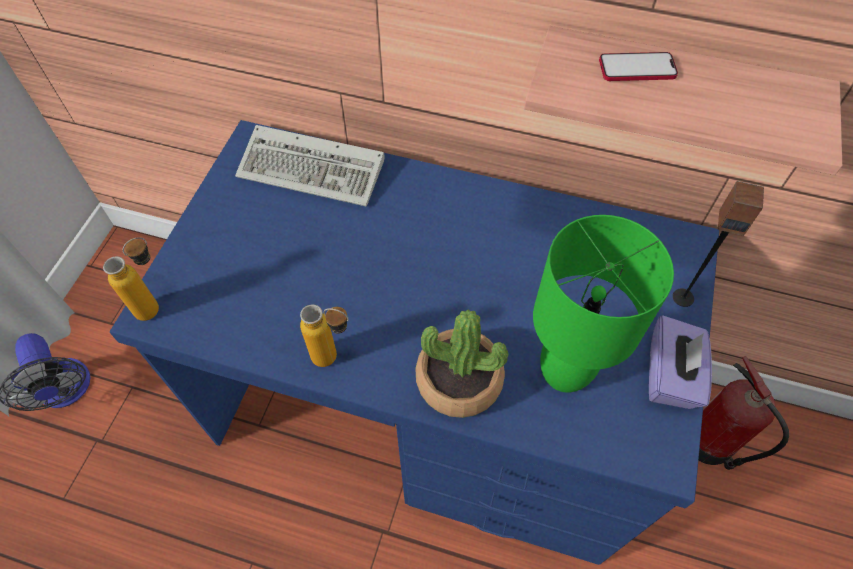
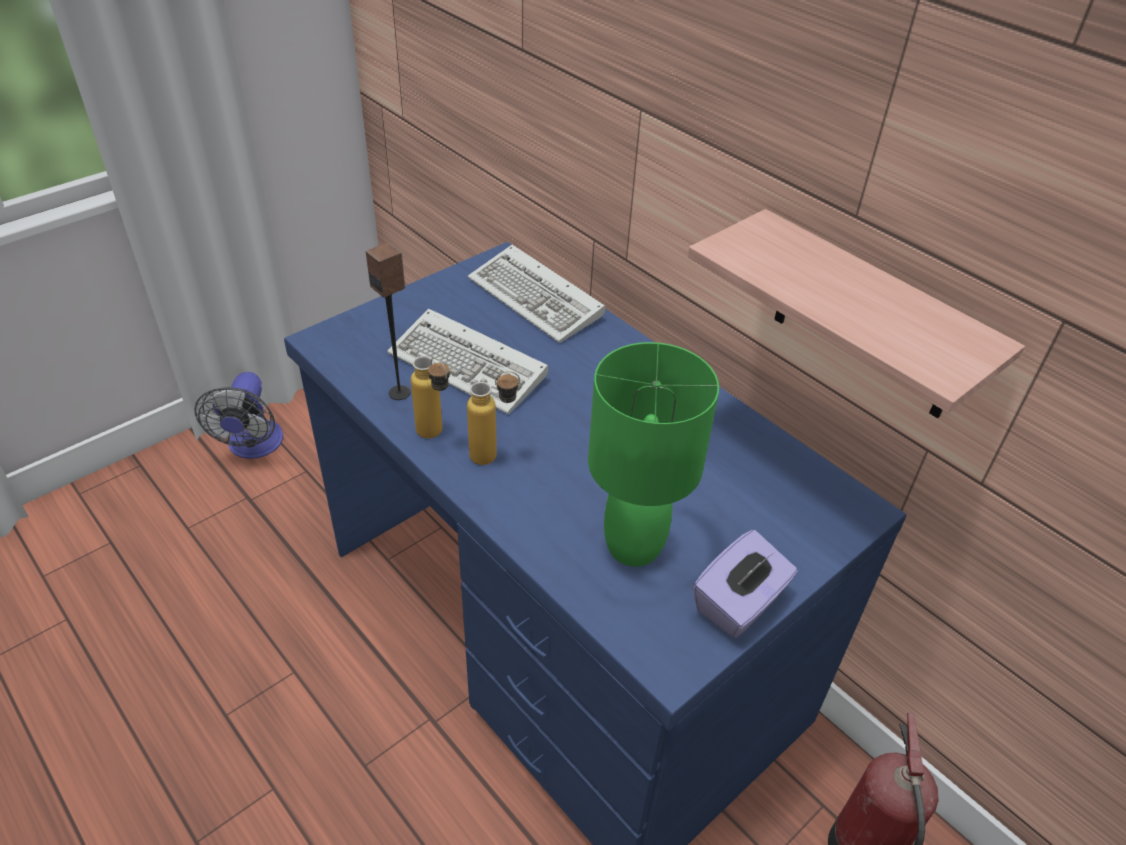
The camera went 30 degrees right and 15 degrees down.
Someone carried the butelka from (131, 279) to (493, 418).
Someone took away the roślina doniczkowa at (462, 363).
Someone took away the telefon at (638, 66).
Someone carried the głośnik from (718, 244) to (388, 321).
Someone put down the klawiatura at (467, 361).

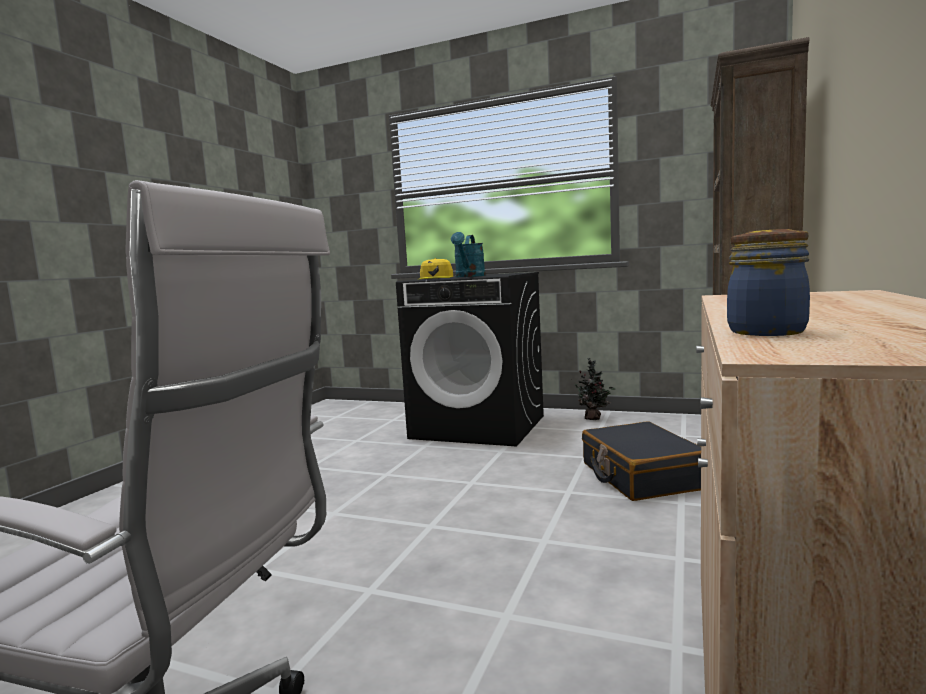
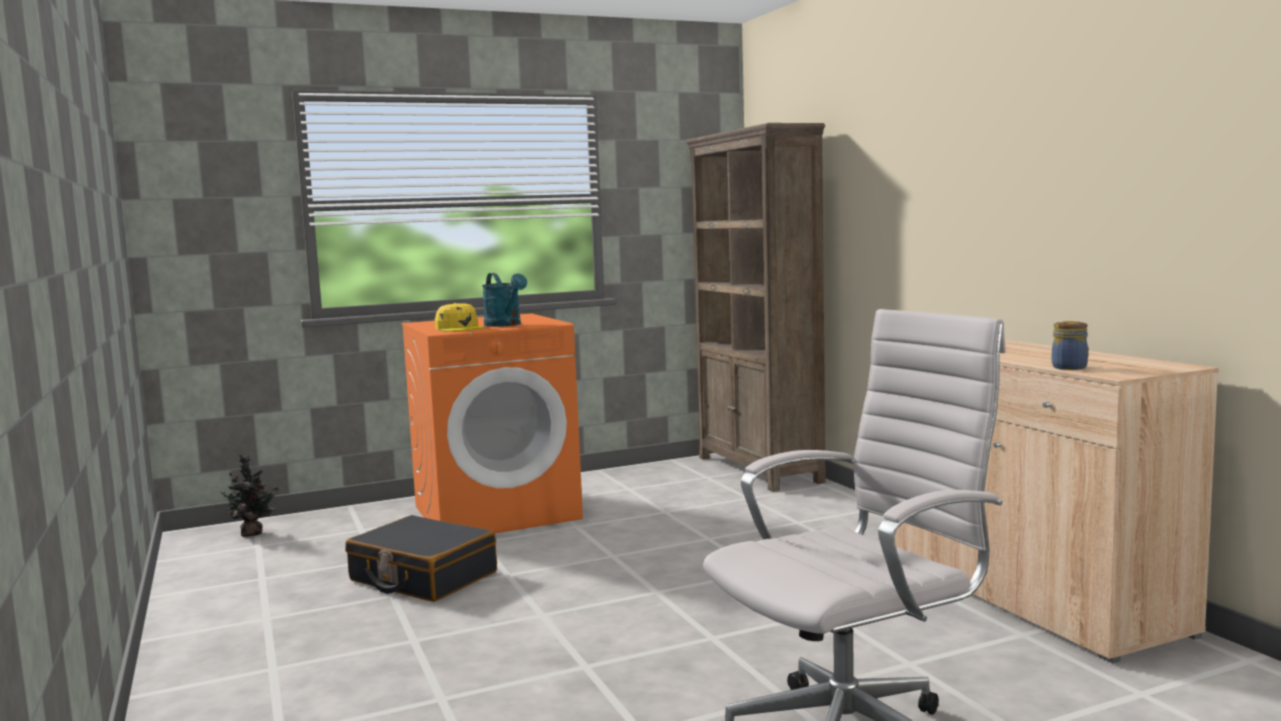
The camera went 45 degrees left and 0 degrees up.
Someone repainted the pralka/czarny at (470, 359), which became the pralka/pomarańczowy at (492, 423).
Someone carried the roślina doniczkowa from (593, 389) to (249, 495).
Someone carried the walizka/czarny from (641, 461) to (421, 558).

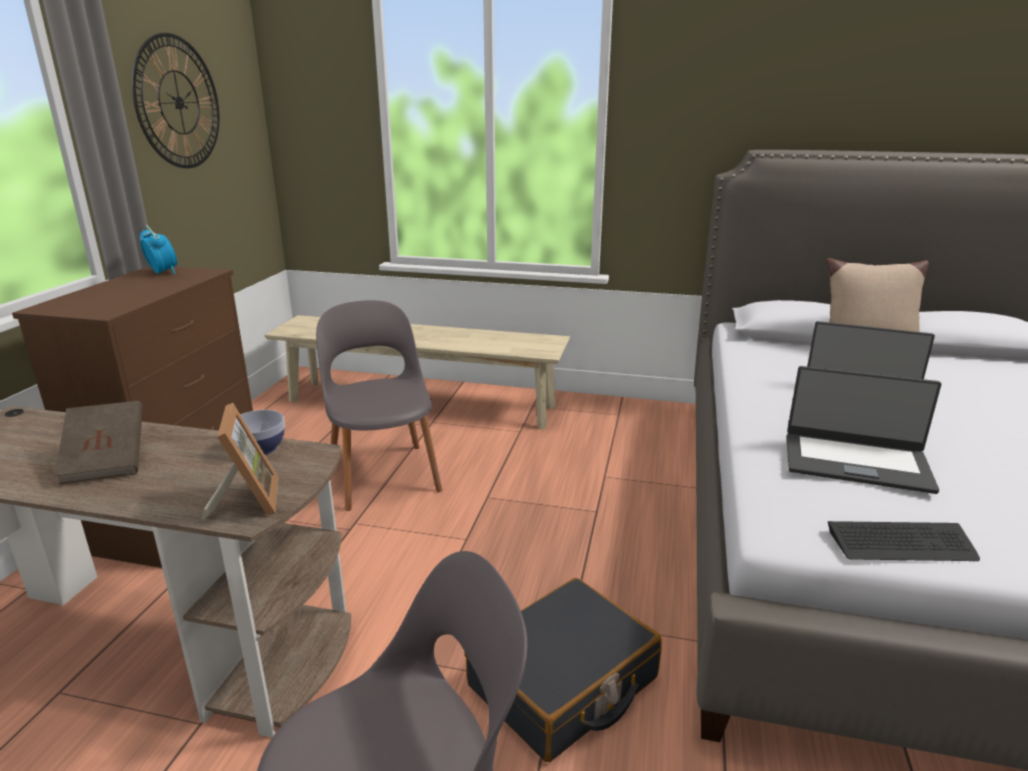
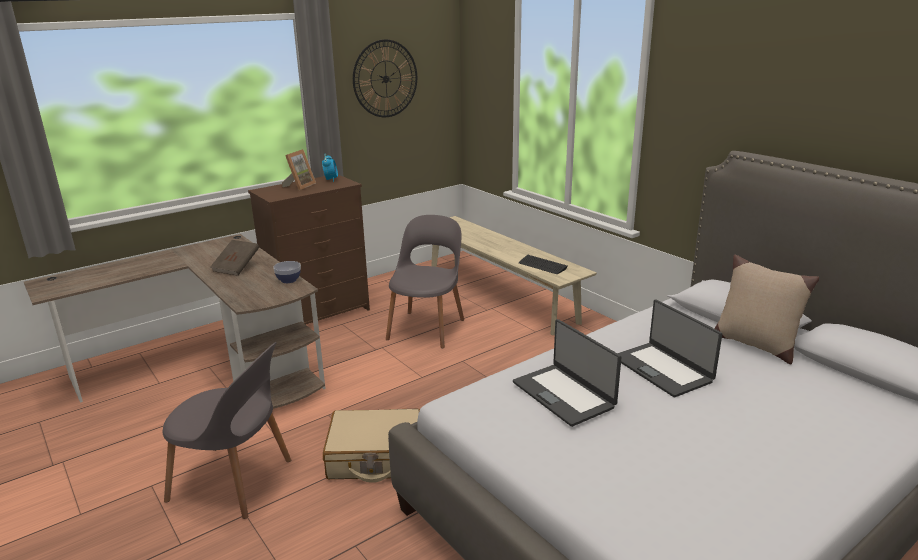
The camera went 40 degrees right and 0 degrees up.
Someone carried the ramka na zdjęcie from (240, 461) to (299, 169).
Someone repainted the walizka/czarny at (563, 670), which became the walizka/beżowy at (371, 446).
Someone carried the klawiatura from (904, 541) to (543, 264).

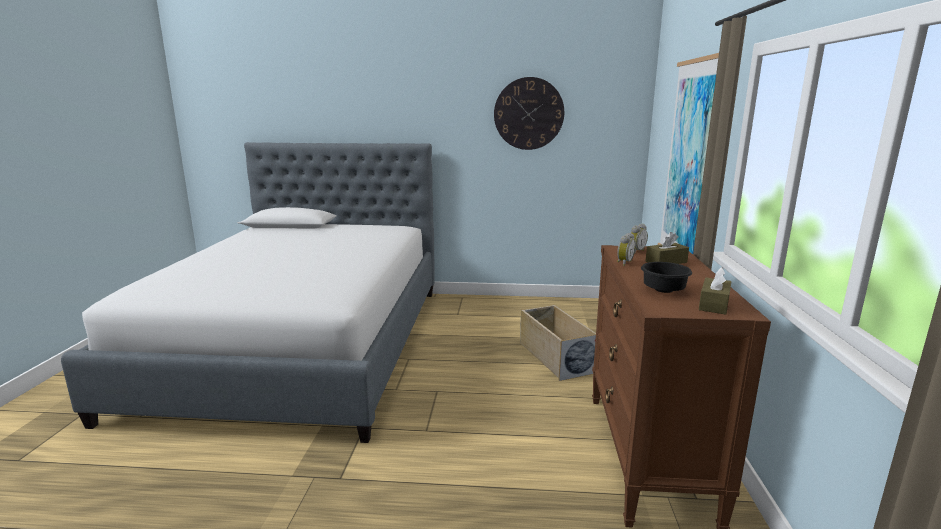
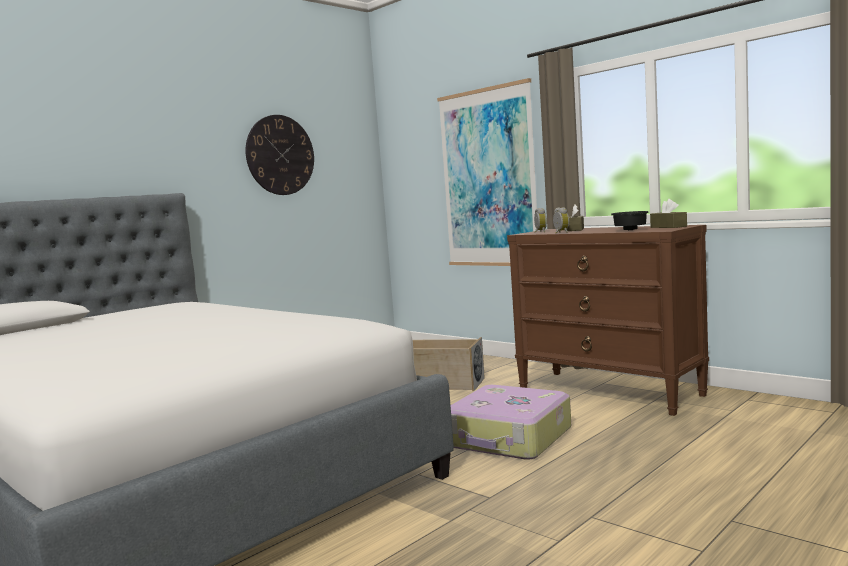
The camera went 50 degrees left and 10 degrees down.
Someone put down the walizka at (511, 422).

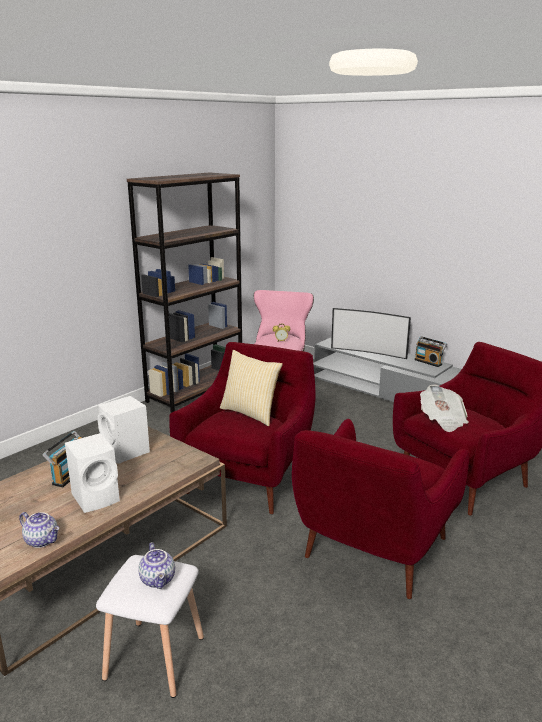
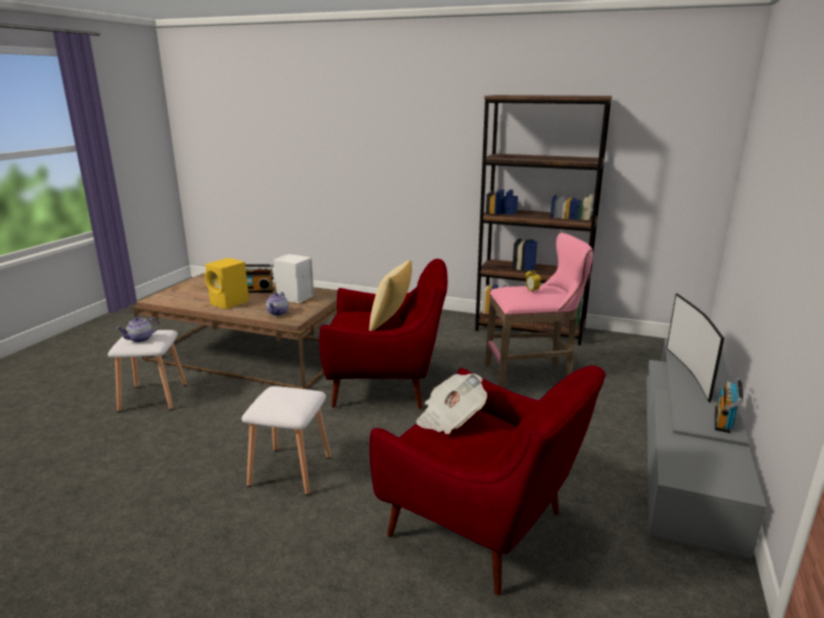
The camera went 70 degrees right and 0 degrees up.
Someone carried the imbryk from (39, 530) to (277, 304).
Someone repainted the głośnik/biały at (92, 473), which became the głośnik/żółty at (227, 283).
Someone swapped the fotel/czerwony at (380, 509) for the stołek/biały at (286, 440).

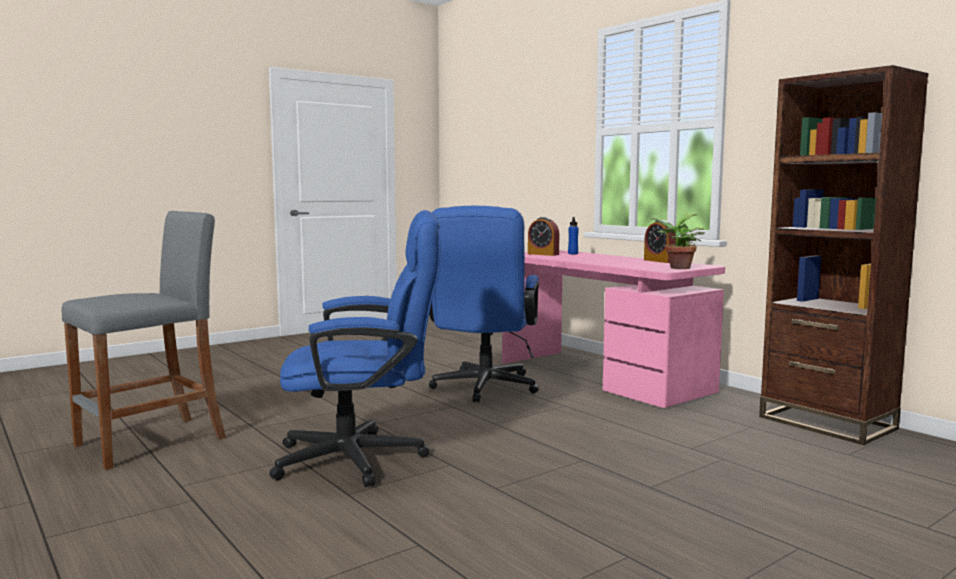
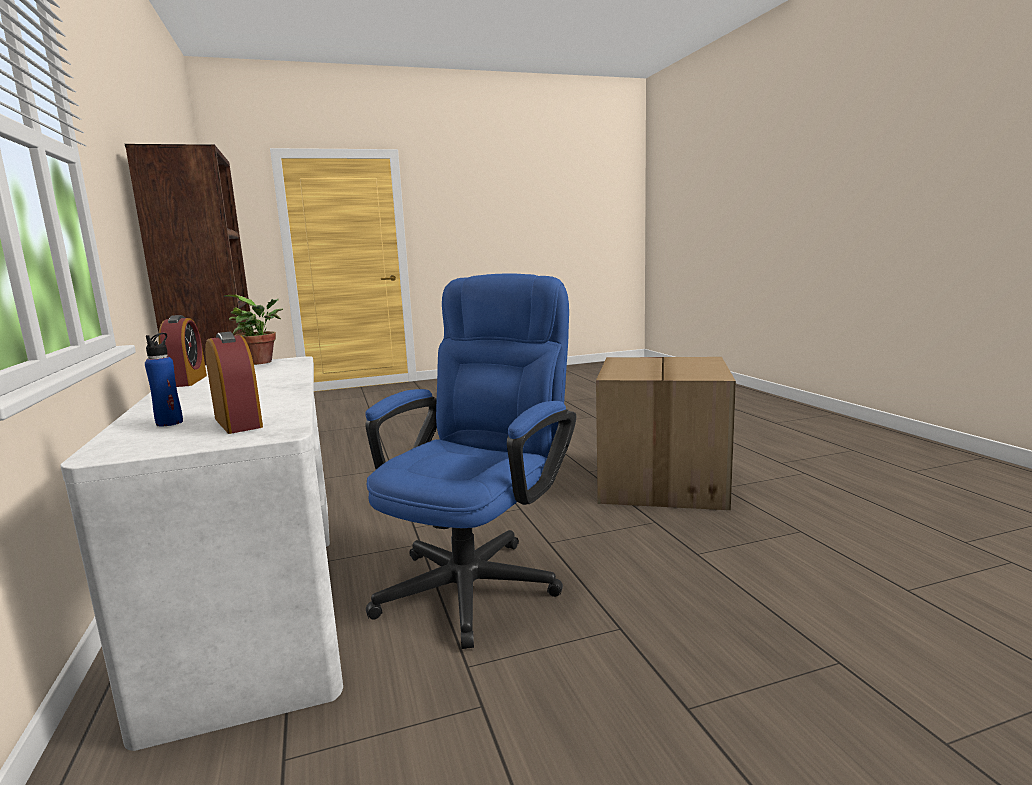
The camera went 160 degrees left and 5 degrees up.
Someone took away the stołek/szary at (143, 340).
Someone swapped the krzesło biurowe/niebieski at (355, 348) for the karton at (666, 433).
Someone repainted the biurko/różowy at (613, 329), which became the biurko/biały at (201, 553).

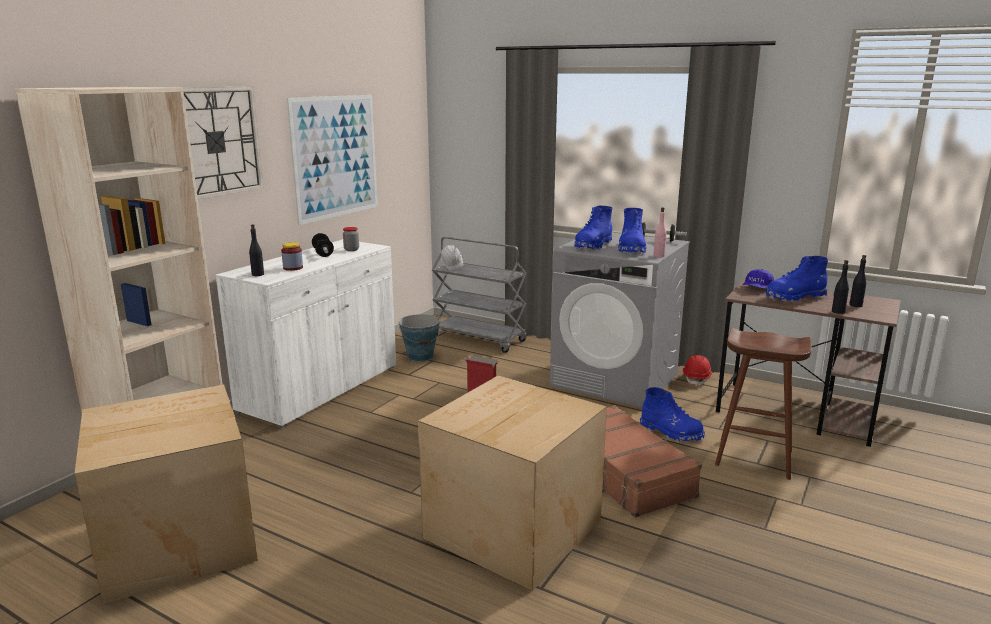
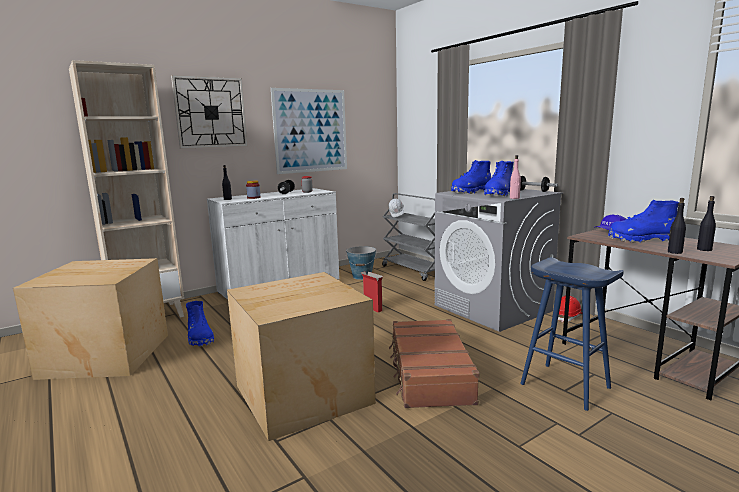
The camera went 25 degrees right and 5 degrees down.
Someone carried the but z cholewką/niebieski from (672, 414) to (200, 324).
Someone repainted the stołek/brązowy at (763, 404), which became the stołek/niebieski at (572, 334).

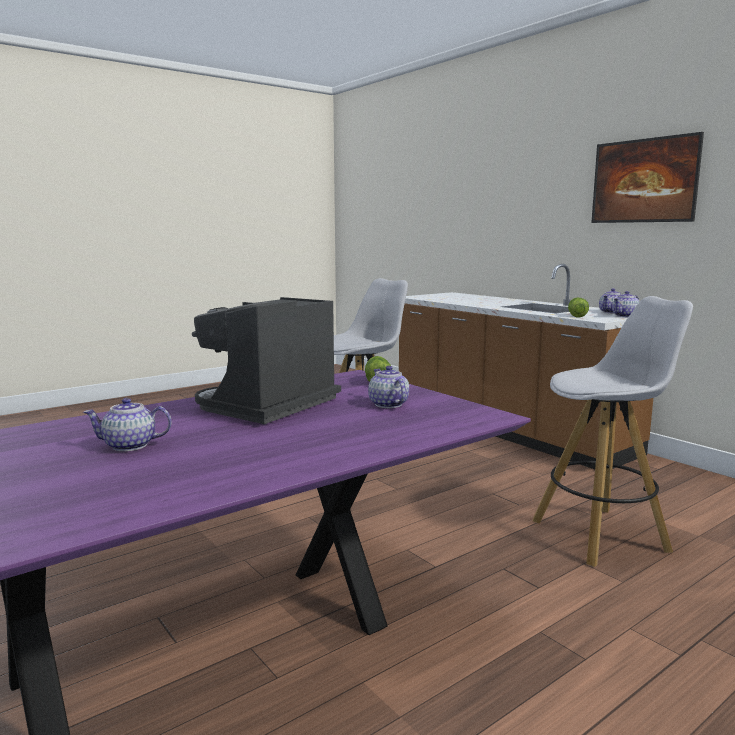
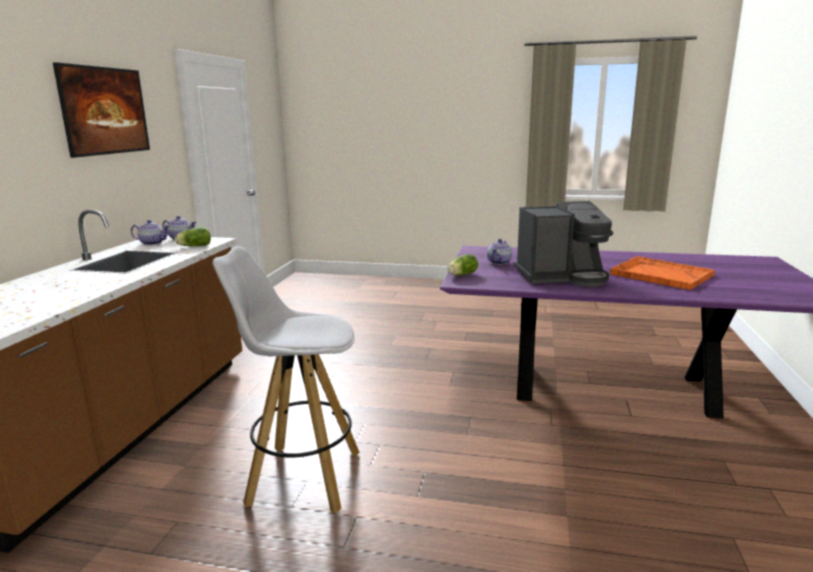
The camera went 130 degrees left and 5 degrees up.
Someone swapped the imbryk at (127, 424) for the taca/pomarańczowy at (662, 273).
Someone took away the stołek/biały at (613, 431).

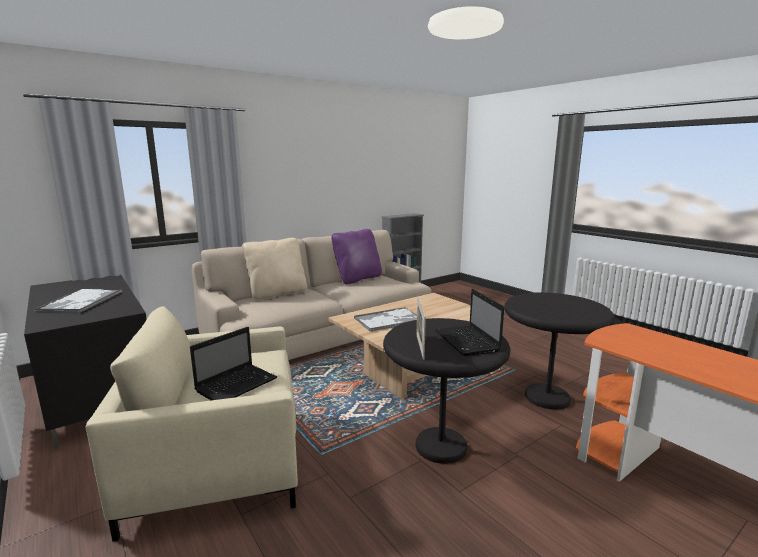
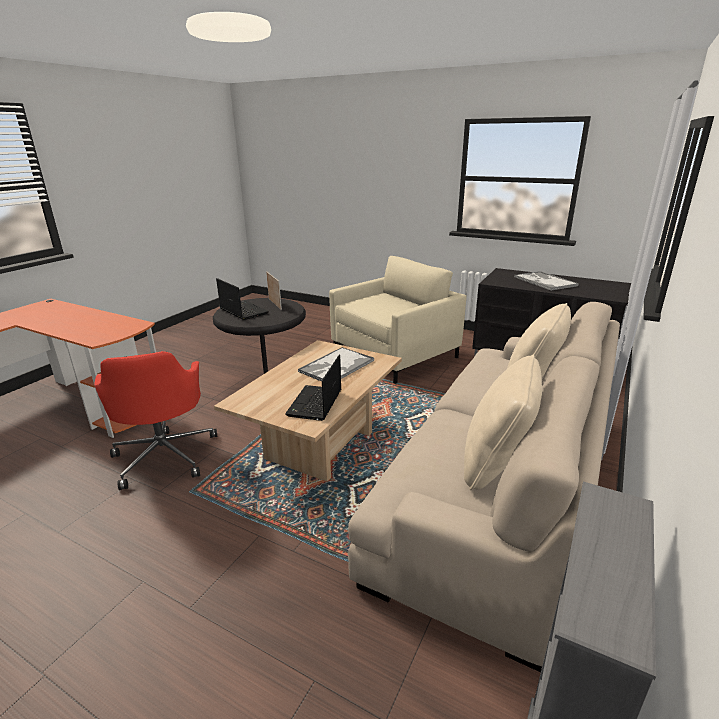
The camera went 155 degrees right and 10 degrees up.
Someone carried the laptop from (233, 363) to (313, 388).
Someone repainted the poduszka/fioletowy at (356, 257), which became the poduszka/beżowy at (503, 422).
Someone swapped the stolik/czarny at (560, 351) for the krzesło biurowe/czerwony at (155, 420).

